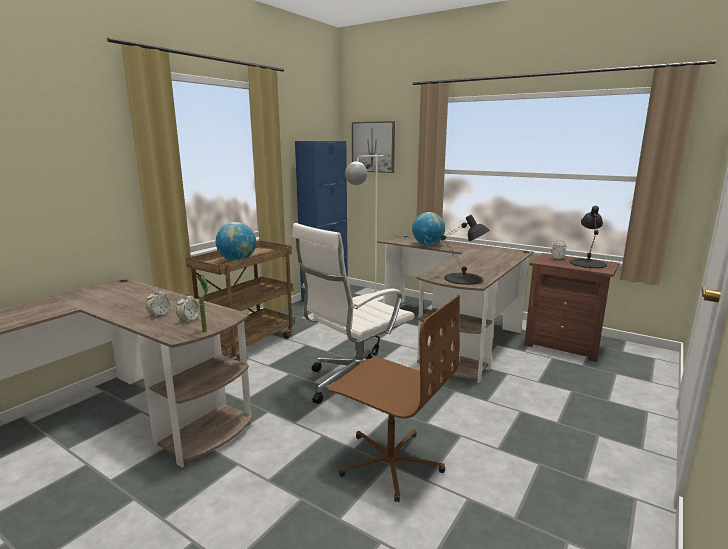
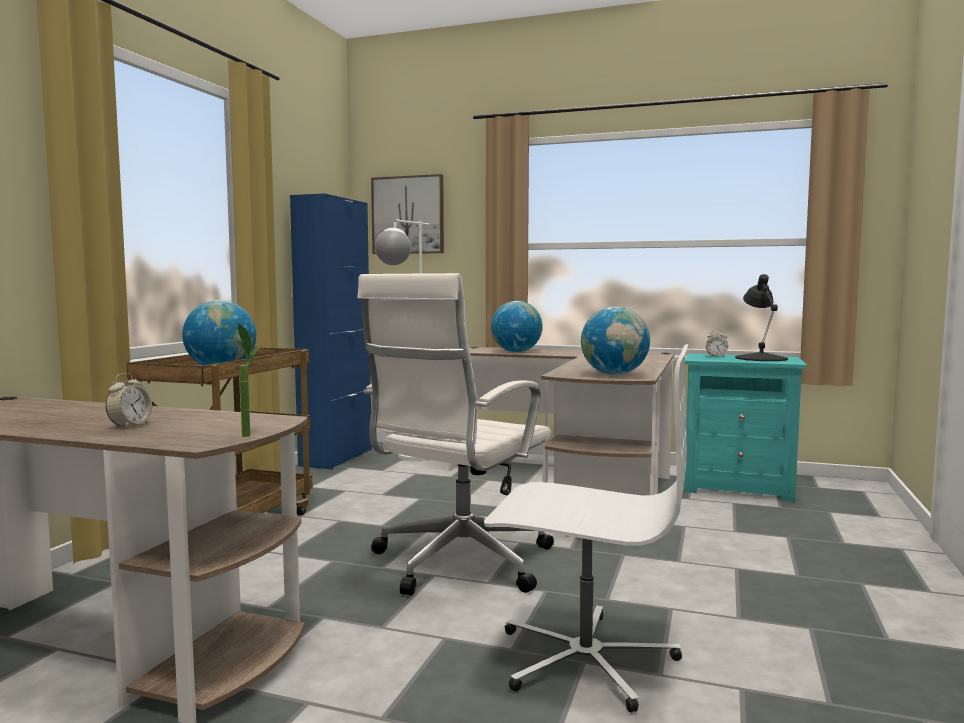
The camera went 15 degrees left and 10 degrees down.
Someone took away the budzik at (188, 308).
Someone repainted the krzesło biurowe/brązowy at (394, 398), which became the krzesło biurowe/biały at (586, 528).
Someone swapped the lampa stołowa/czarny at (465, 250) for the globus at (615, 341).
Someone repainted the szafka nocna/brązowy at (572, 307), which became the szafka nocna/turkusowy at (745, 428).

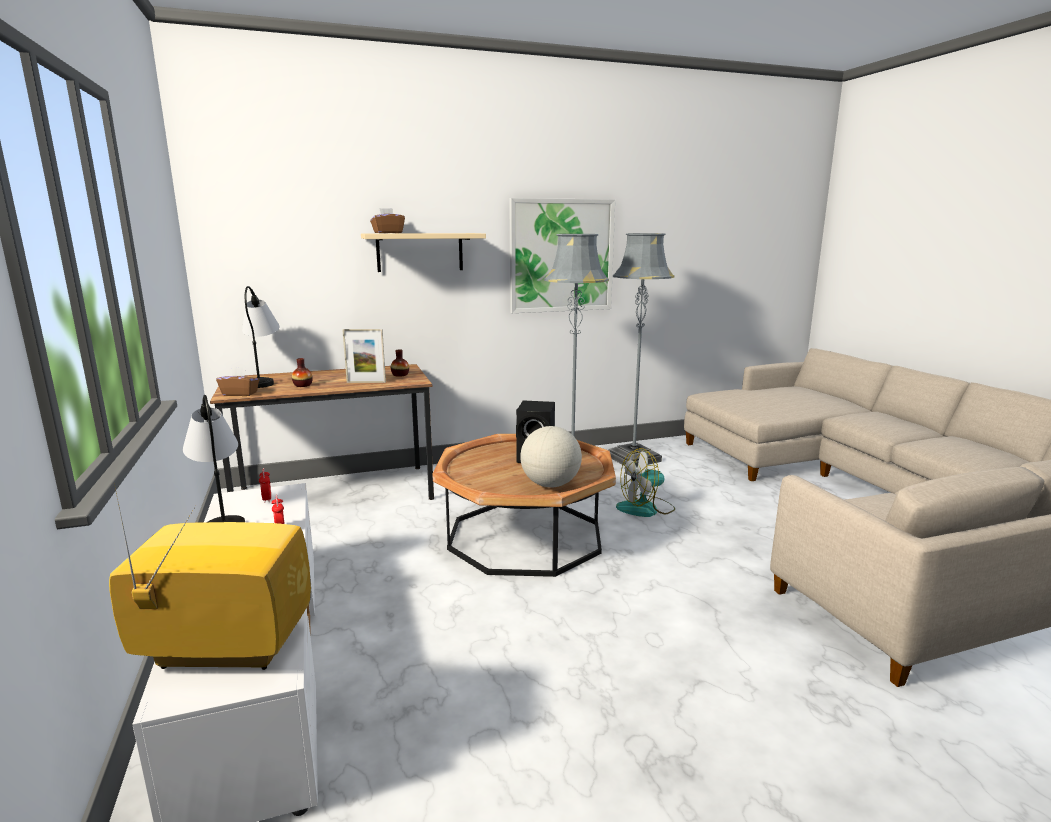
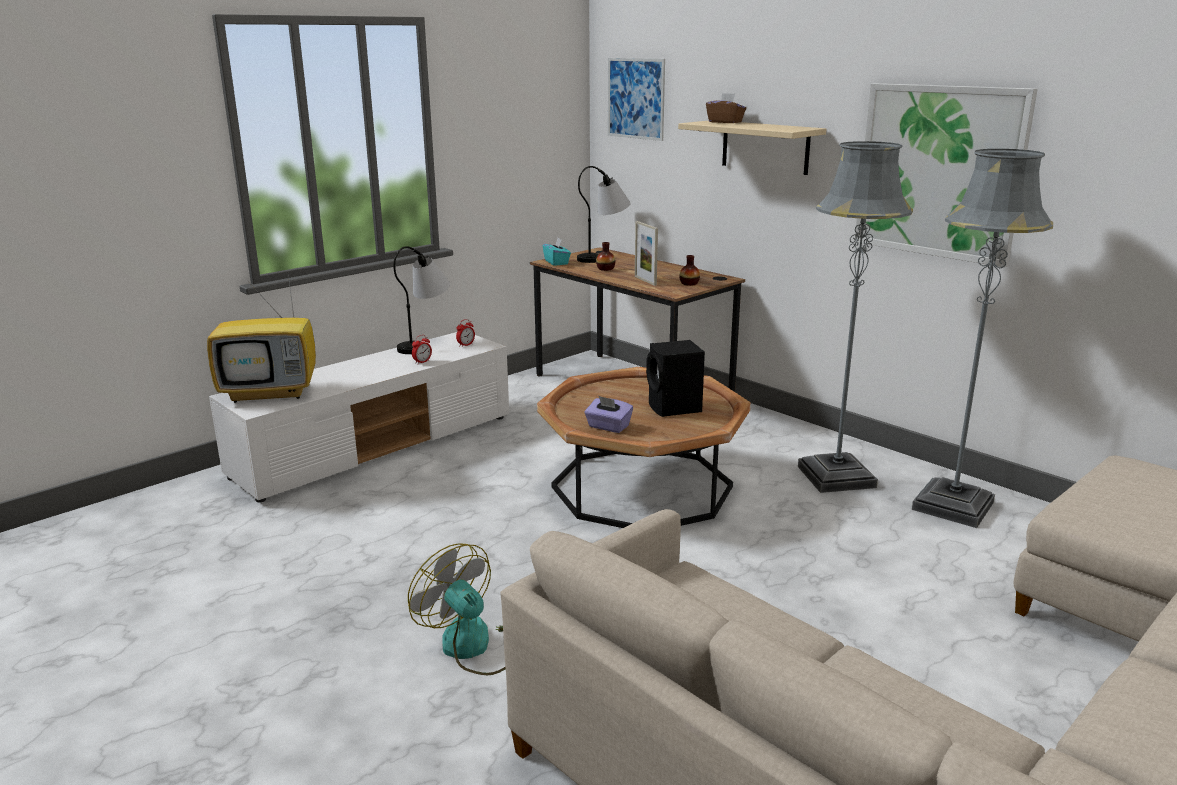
The camera went 65 degrees right and 5 degrees up.
Someone rotated the telewizor at (210, 579) by 105 degrees clockwise.
Someone repainted the pudełko chusteczek/brązowy at (238, 381), which became the pudełko chusteczek/turkusowy at (557, 252).
Someone swapped the globus at (551, 457) for the pudełko chusteczek/fioletowy at (608, 414).
Someone carried the wentylator from (645, 482) to (457, 609).
Someone put up the obraz at (636, 99).

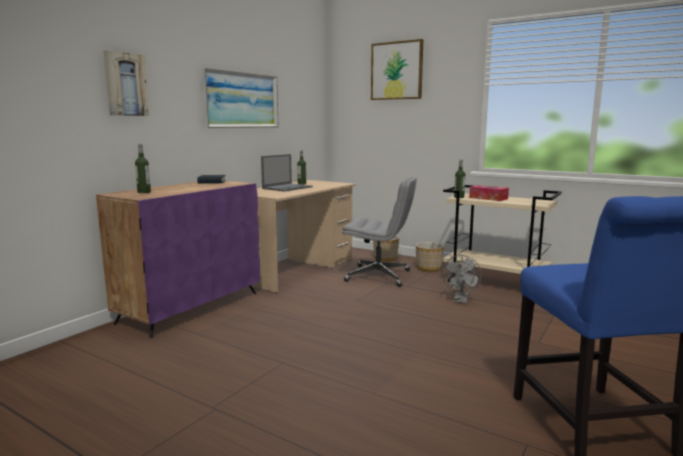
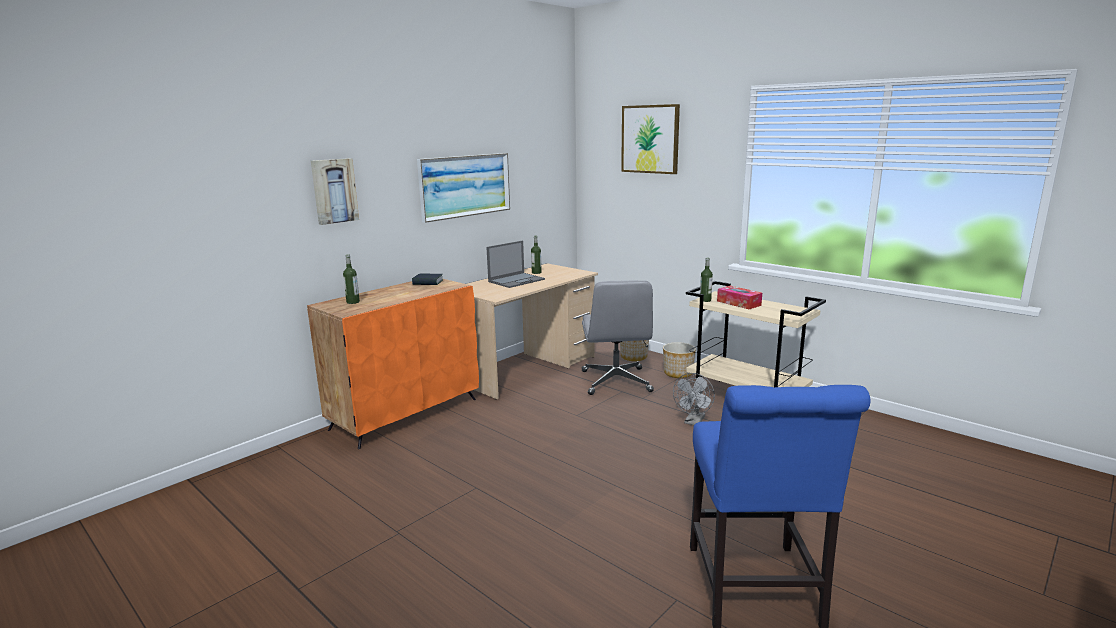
The camera went 10 degrees right and 5 degrees up.
Someone repainted the szafka/fioletowy at (178, 259), which became the szafka/pomarańczowy at (393, 363).
Someone rotated the krzesło biurowe/szary at (379, 232) by 60 degrees clockwise.

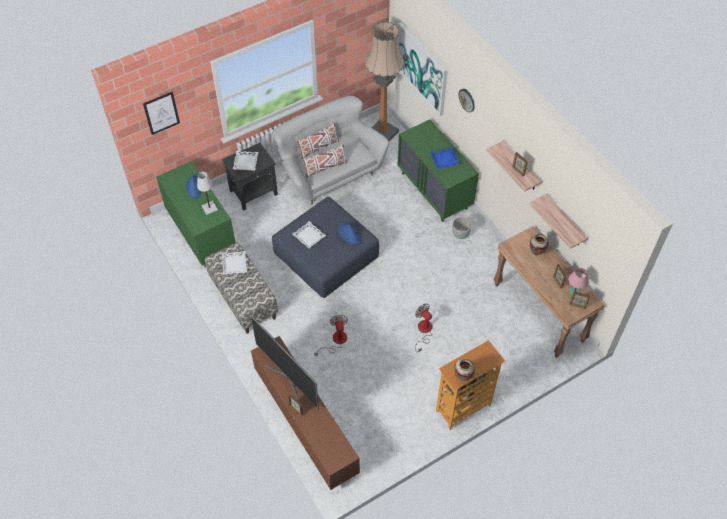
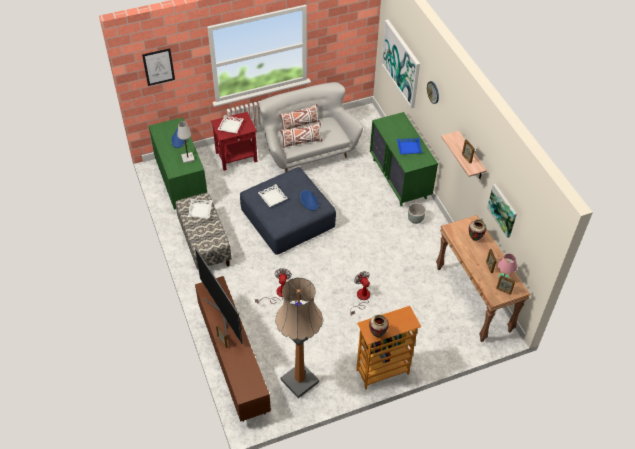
The camera went 10 degrees right and 5 degrees down.
Someone repainted the stolik/czarny at (250, 177), which became the stolik/czerwony at (234, 141).
Someone carried the lampa stojąca from (384, 81) to (299, 337).
Someone swapped the półka at (558, 221) for the obraz at (502, 211).

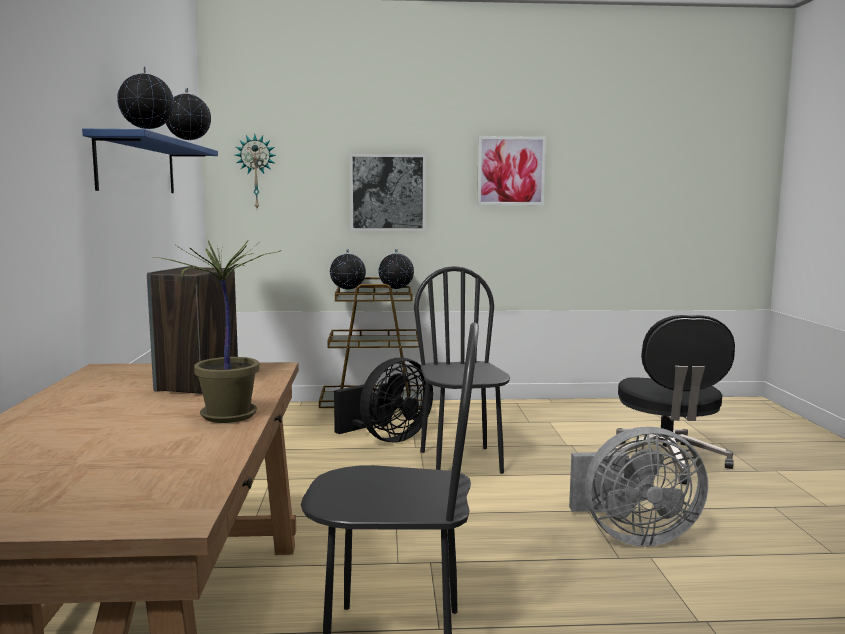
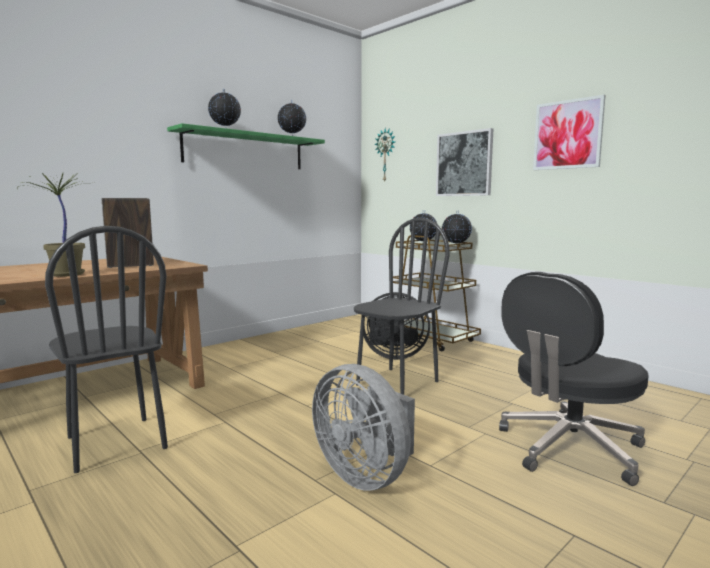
The camera went 50 degrees right and 0 degrees up.
Someone repainted the półka/niebieski at (150, 161), which became the półka/zielony at (246, 146).

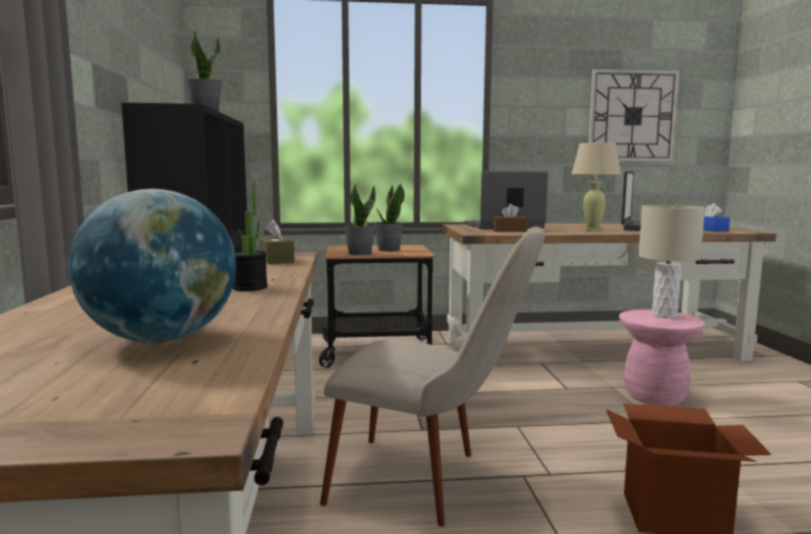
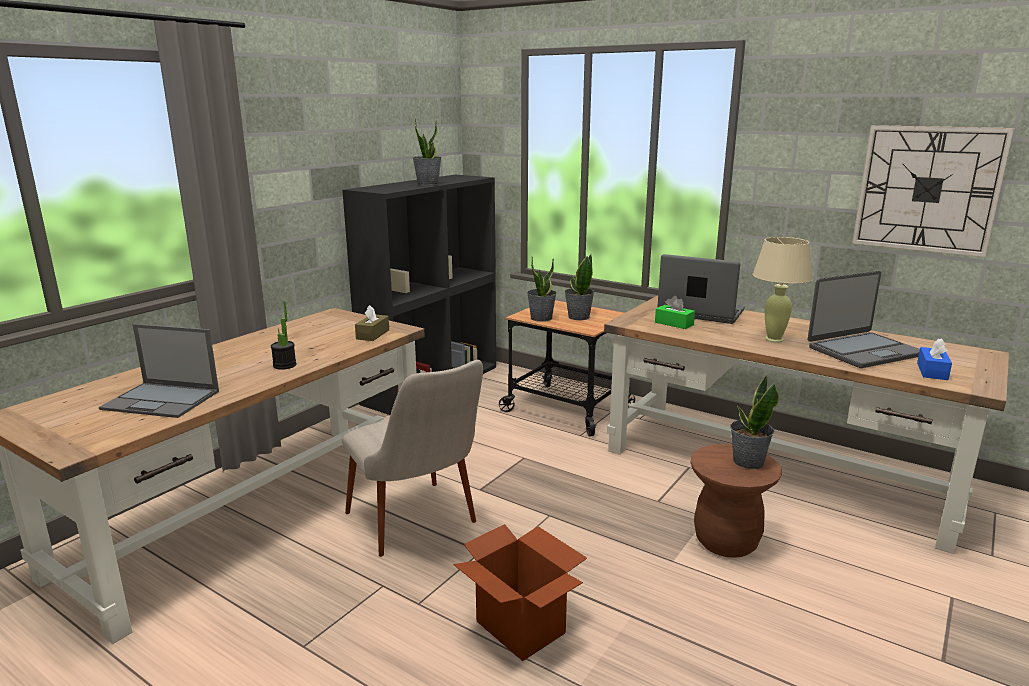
The camera went 40 degrees right and 10 degrees up.
Someone swapped the globus at (152, 266) for the laptop at (159, 371).
Someone repainted the pudełko chusteczek/brązowy at (509, 218), which became the pudełko chusteczek/zielony at (675, 312).
Someone repainted the stołek/różowy at (662, 357), which became the stołek/brązowy at (736, 501).
Someone swapped the lampa stołowa/beżowy at (671, 261) for the roślina doniczkowa at (754, 422).

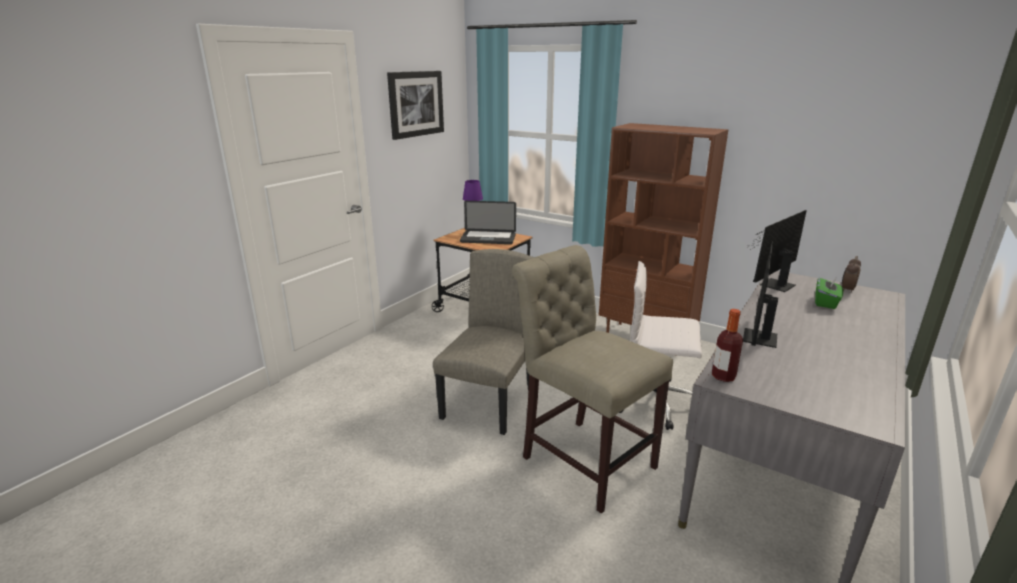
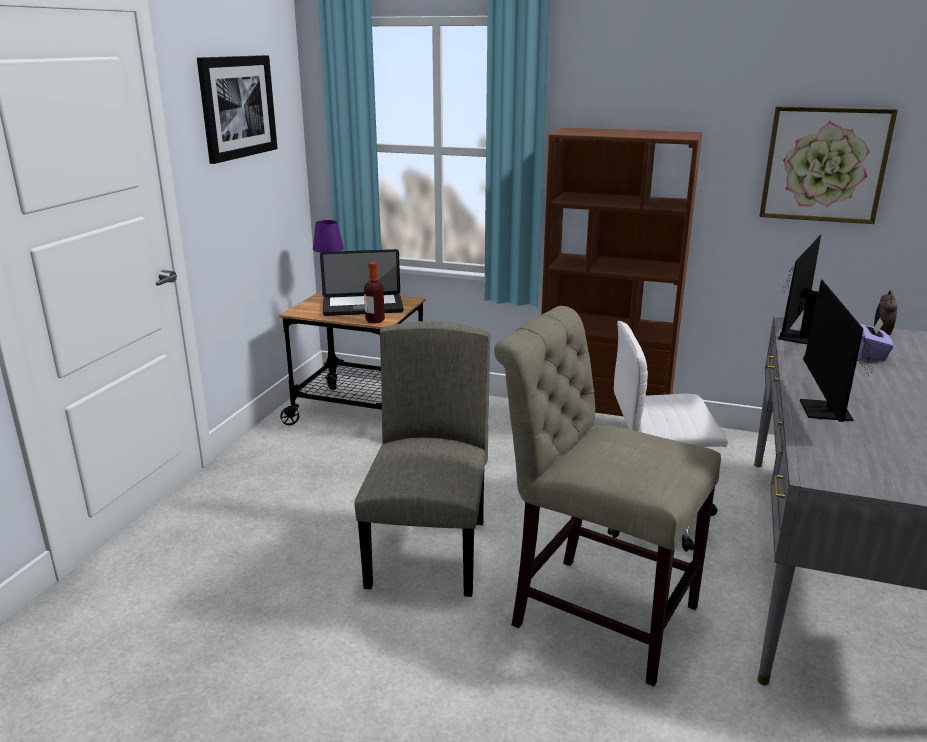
The camera went 15 degrees left and 0 degrees up.
Someone carried the butelka from (727, 345) to (374, 292).
Someone repainted the pudełko chusteczek/zielony at (829, 292), which became the pudełko chusteczek/fioletowy at (876, 339).
Someone put up the obraz at (829, 165).

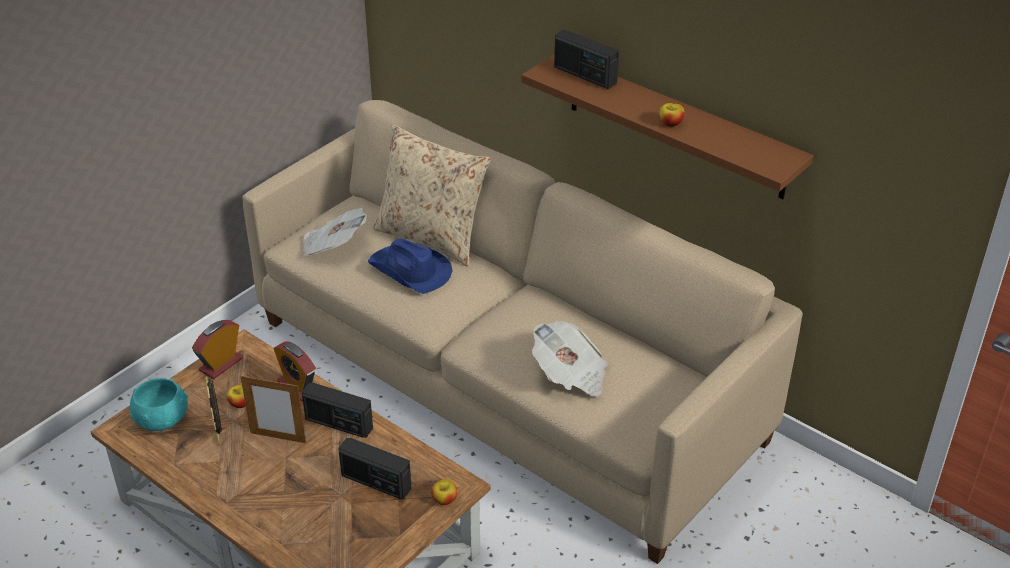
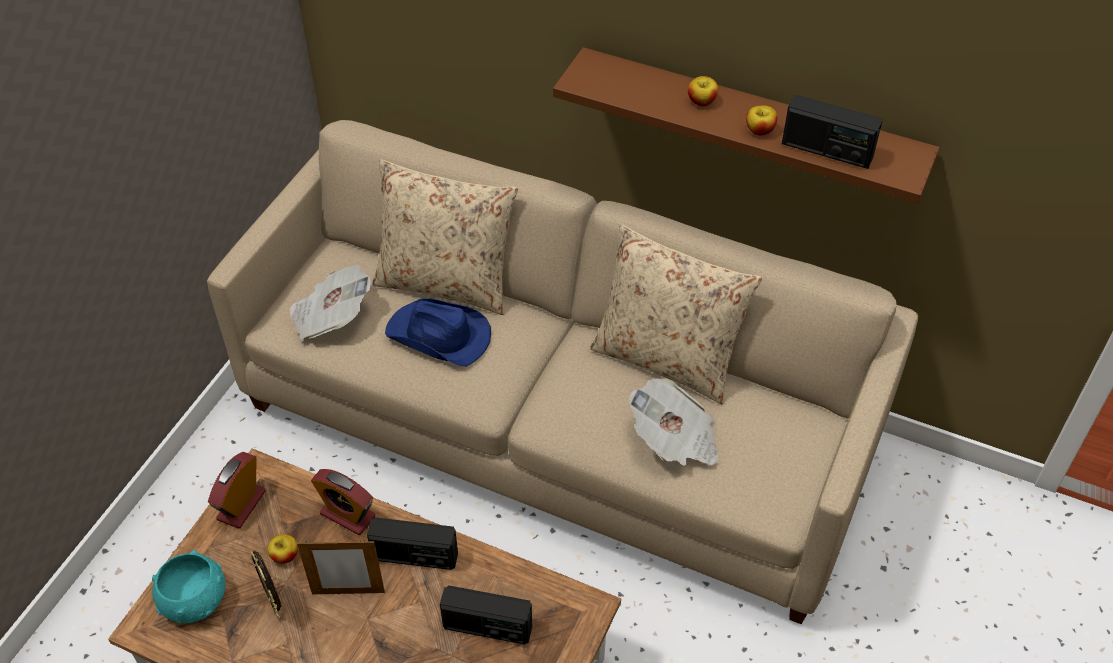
The camera went 15 degrees left and 10 degrees up.
Someone carried the jabłko from (444, 492) to (703, 91).
Someone carried the radio from (586, 59) to (832, 132).
Someone put down the poduszka/beżowy at (676, 315).

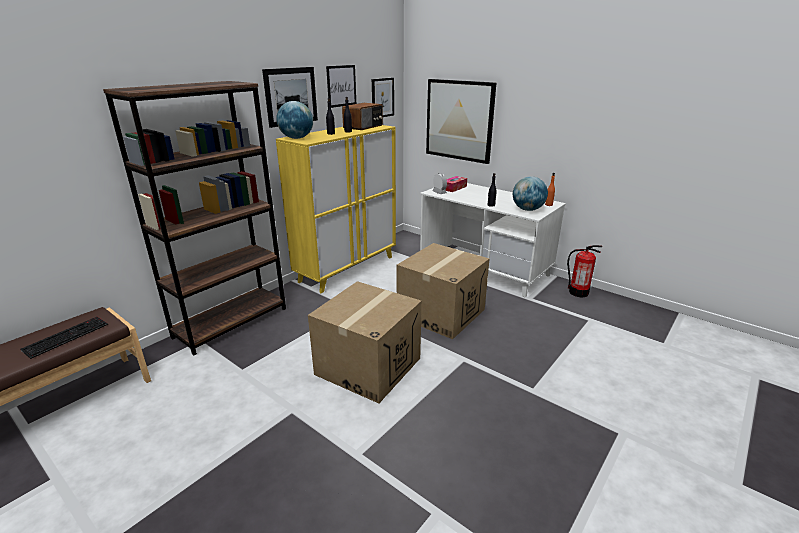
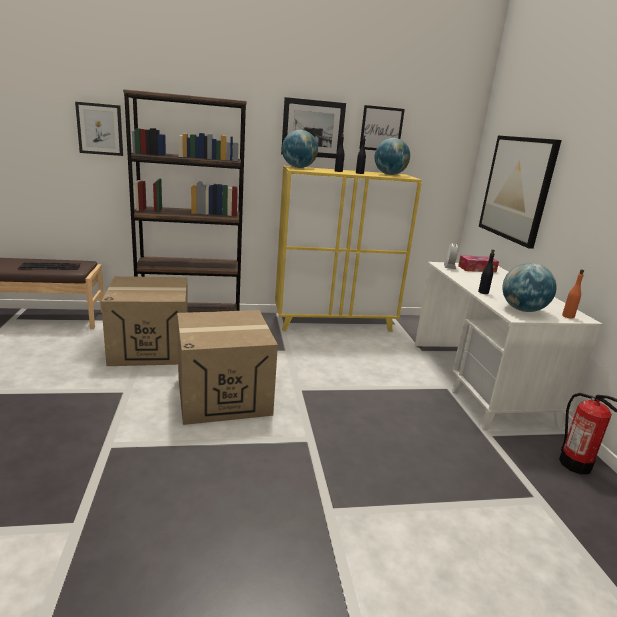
The camera went 40 degrees right and 5 degrees down.
Someone swapped the radio at (362, 116) for the globus at (392, 156).
Someone carried the obraz from (383, 97) to (99, 129).
Someone carried the karton from (443, 291) to (144, 321).

